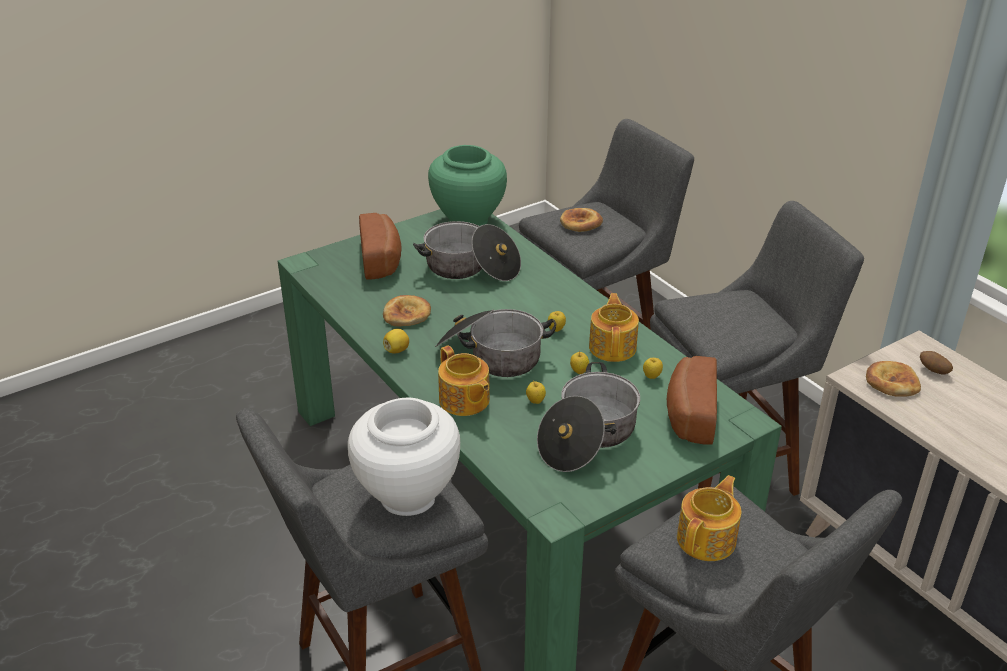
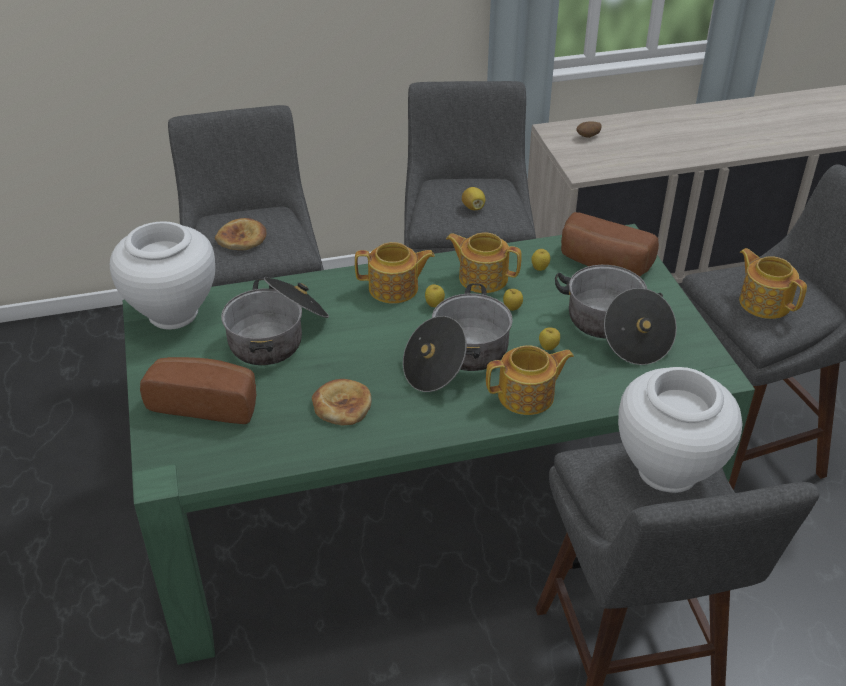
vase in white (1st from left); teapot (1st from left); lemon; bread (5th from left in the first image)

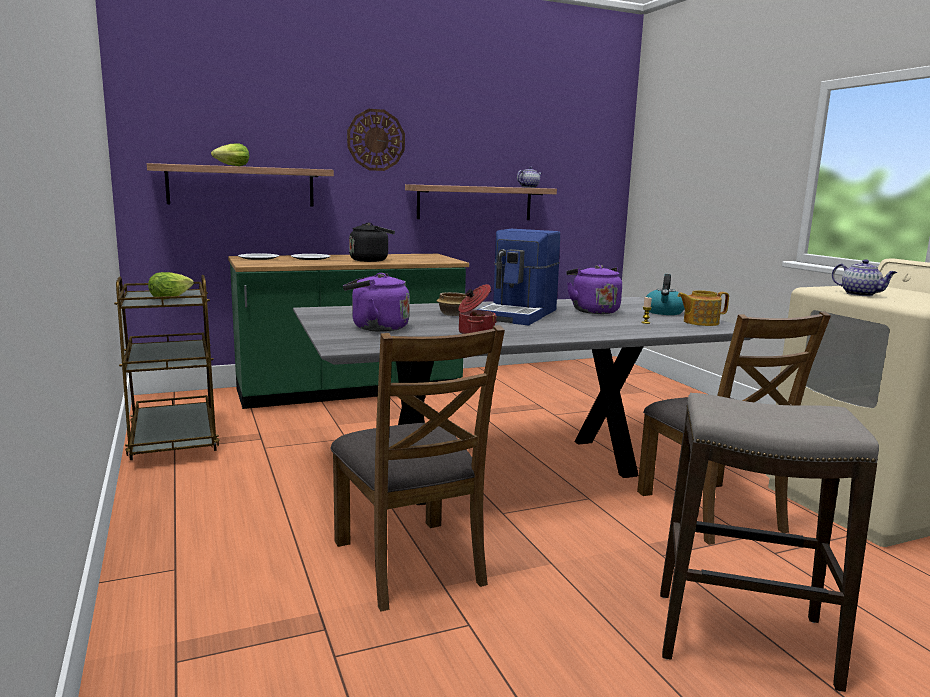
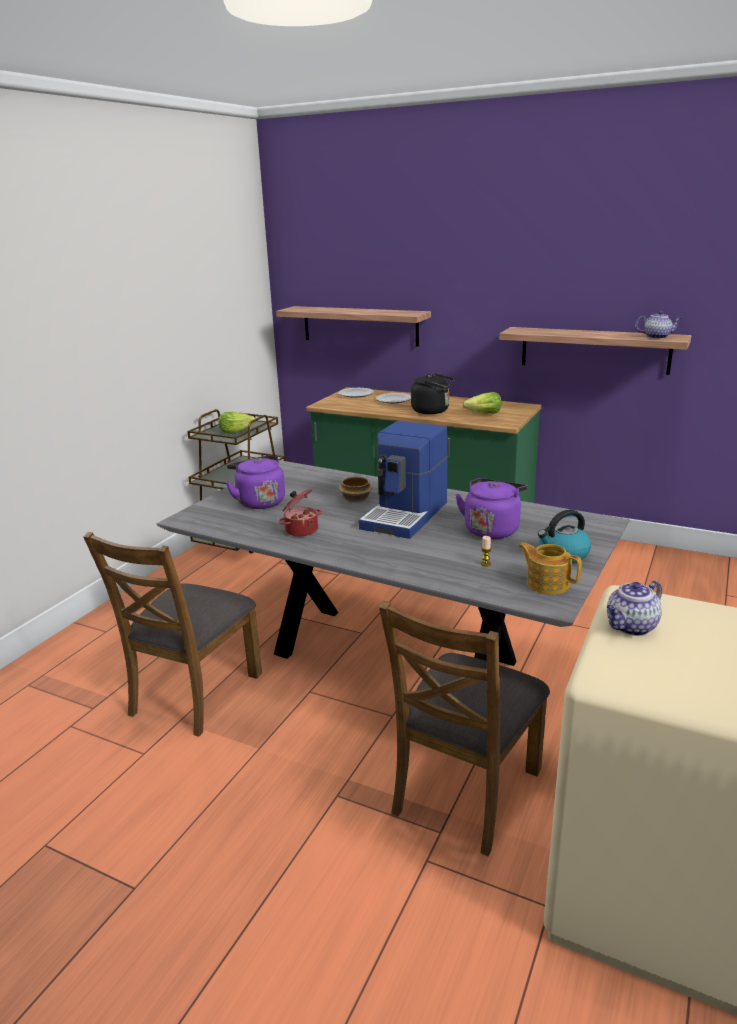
coffee machine; lettuce (2nd from left); teapot (2nd from left); wall clock; stool

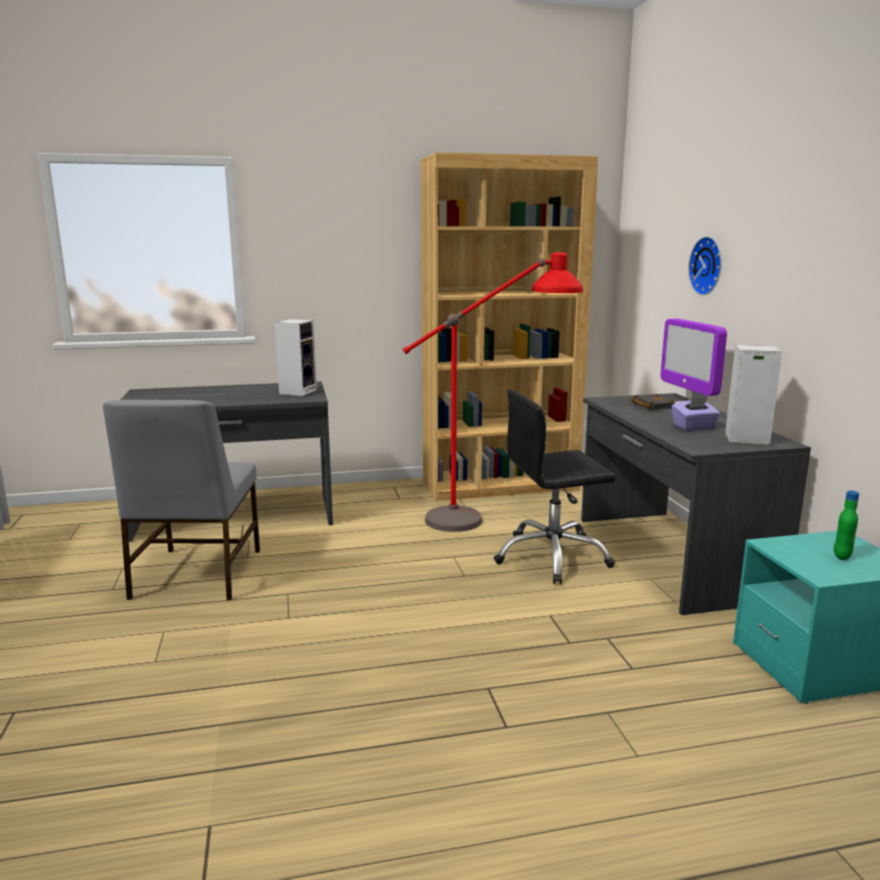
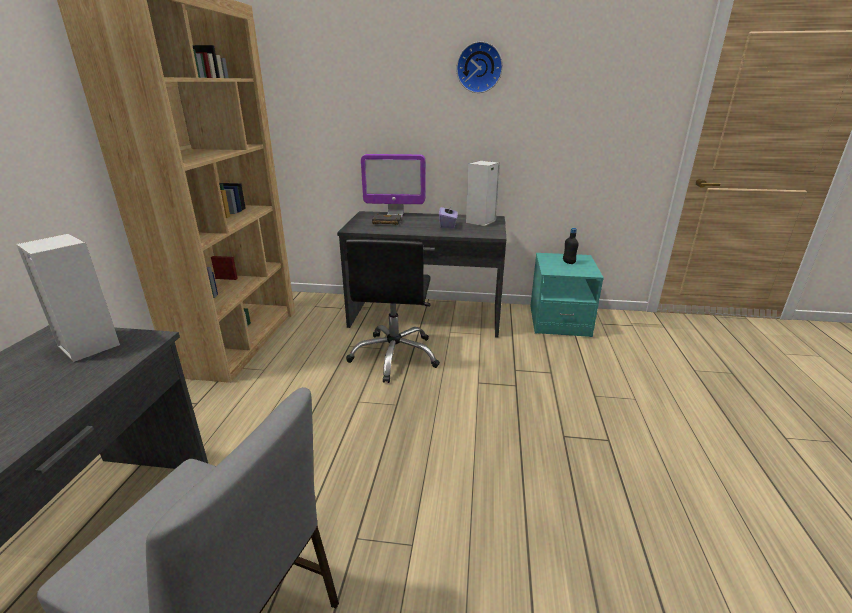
wall clock; bottle in black; floor lamp in red

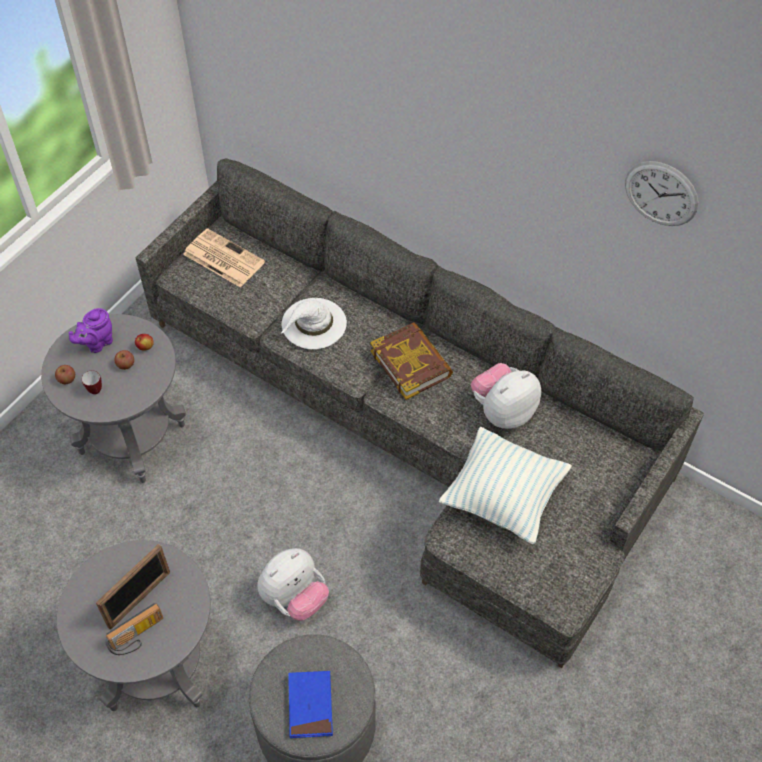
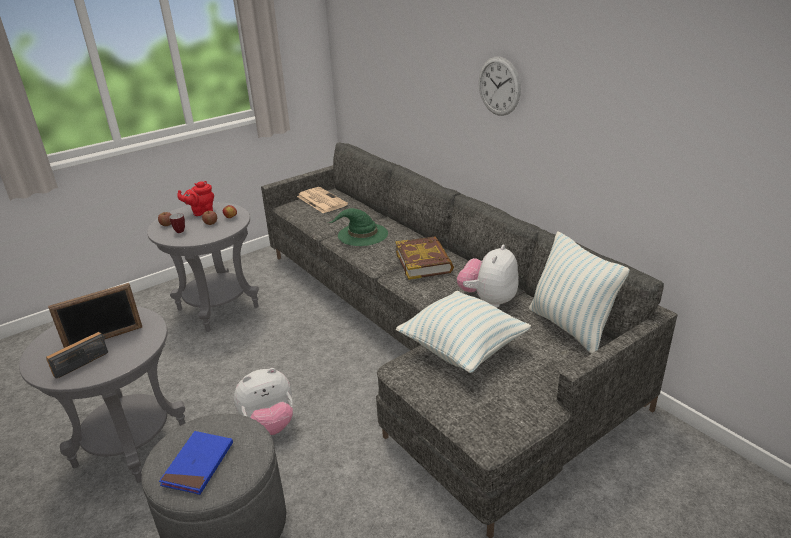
radio; teapot in red; hat in green; plush toy (2nd from left); wall clock; pillow (2nd from left)

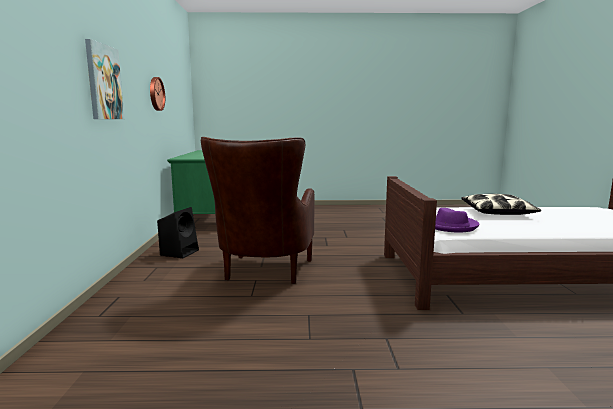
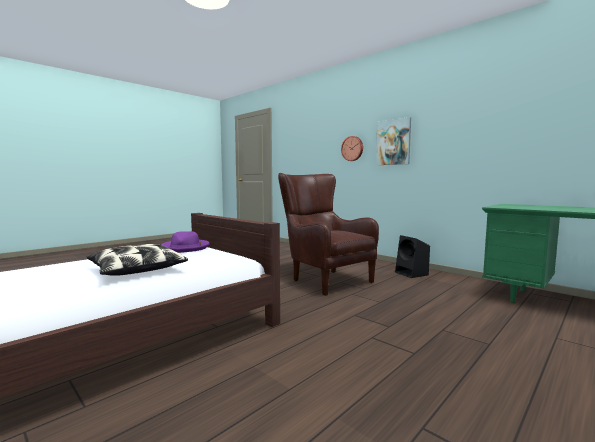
wall clock

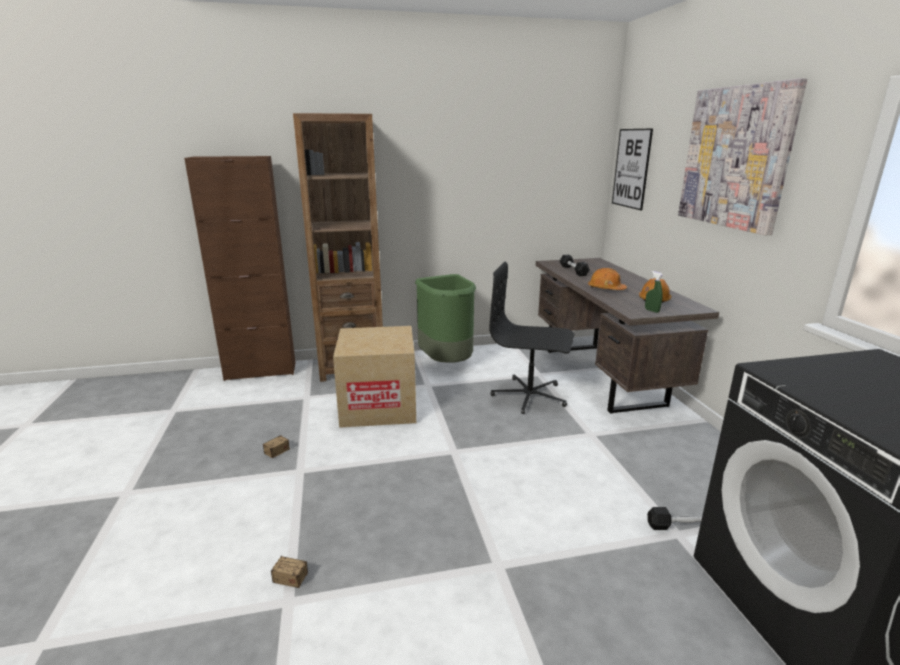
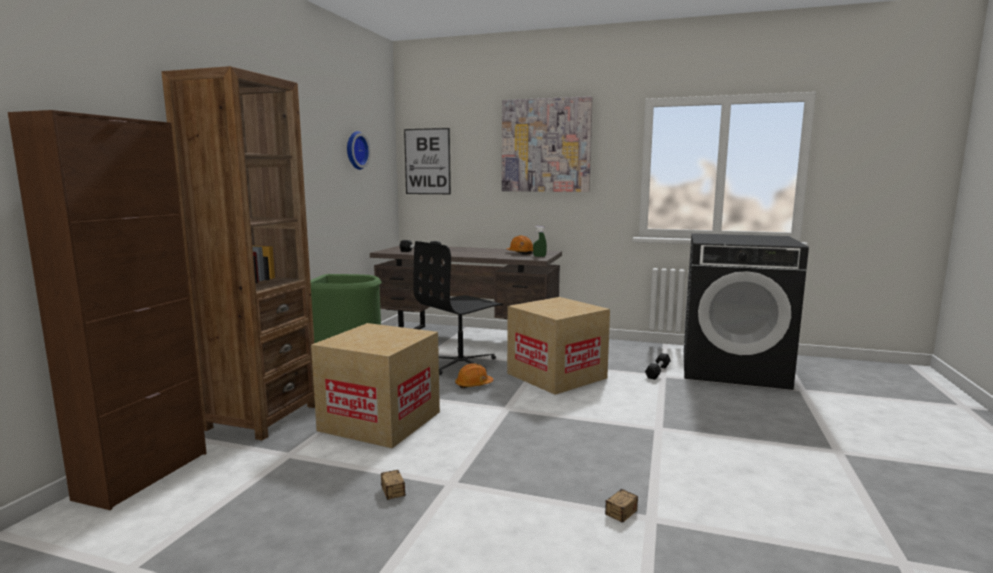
wall clock; hard hat in orange (1st from left); cardboard box (2nd from left)

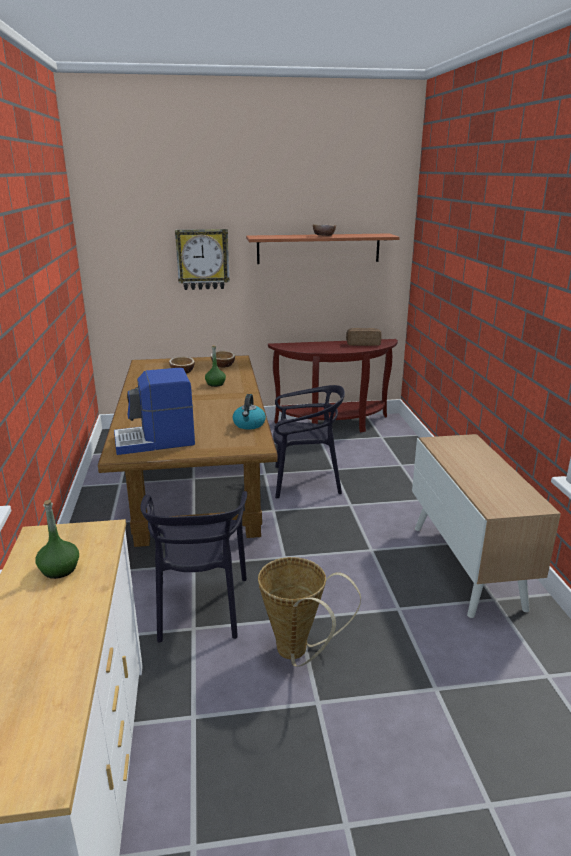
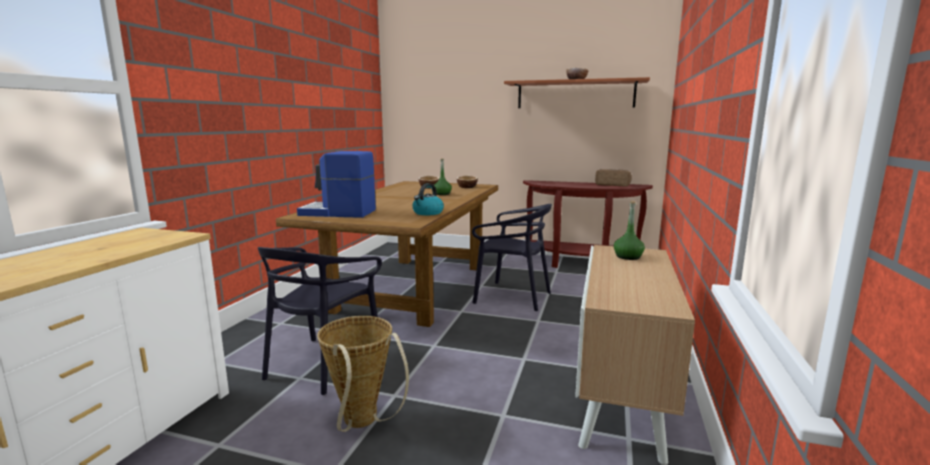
bottle in green (2nd from left); wall clock

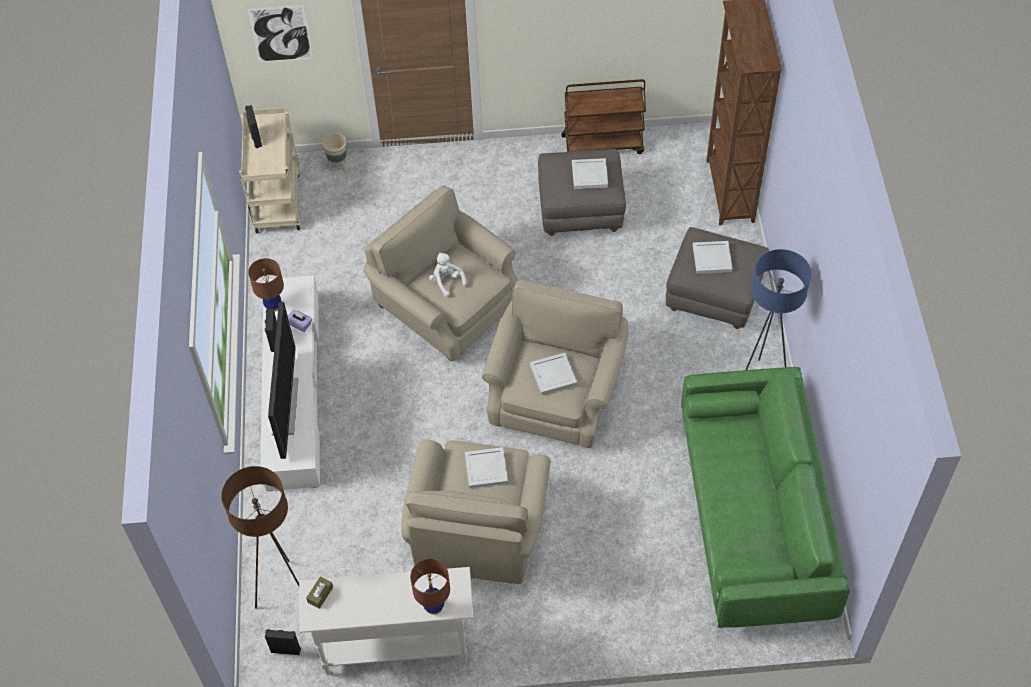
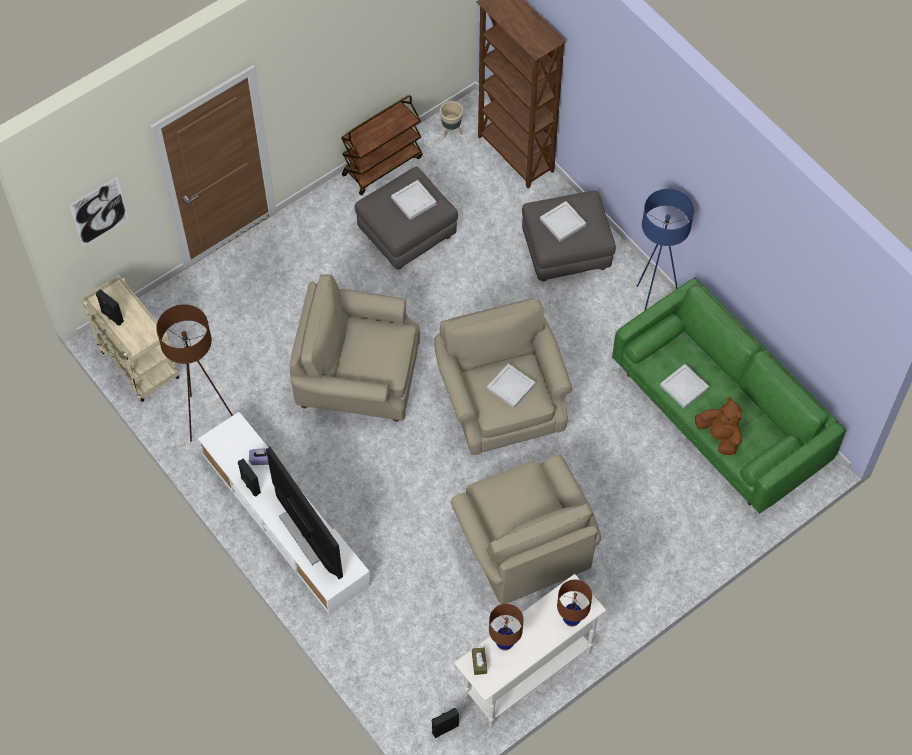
floor lamp in brown; planter in beige; table lamp in brown (1st from left); tray in white (4th from left); plush toy in brown; plush toy in white

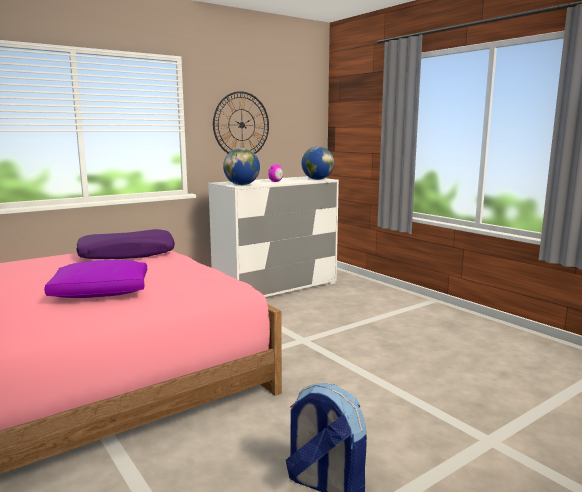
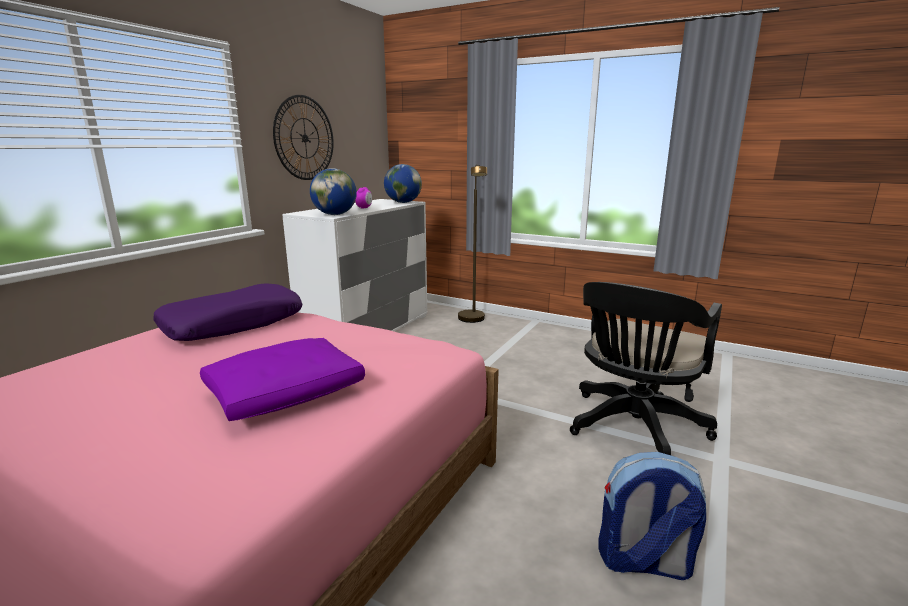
floor lamp in brown; office chair in black

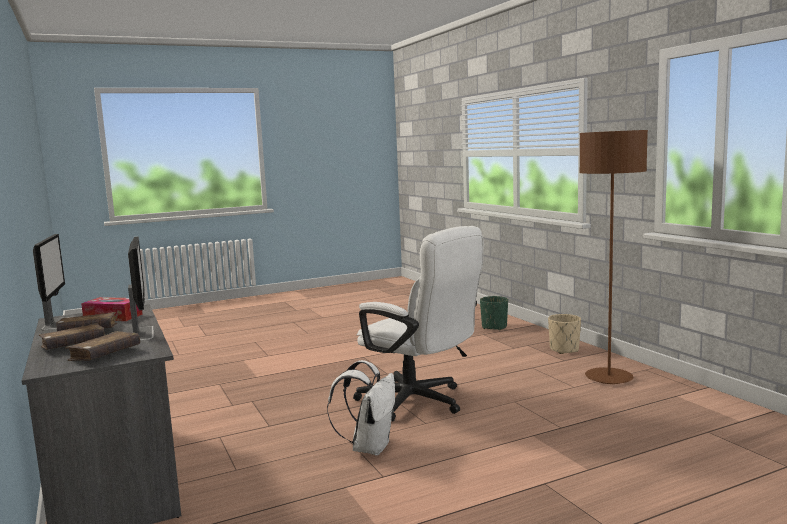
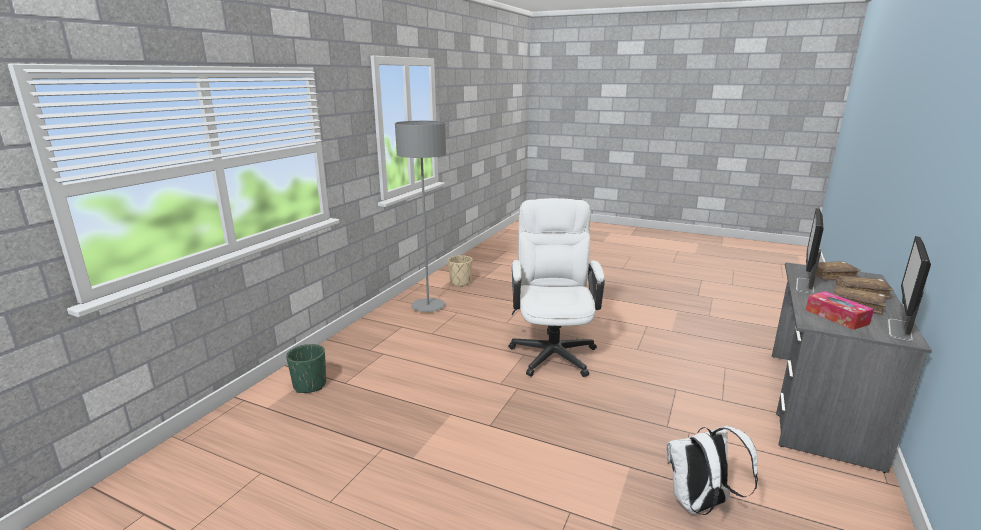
floor lamp in grey; planter in beige; backpack in white

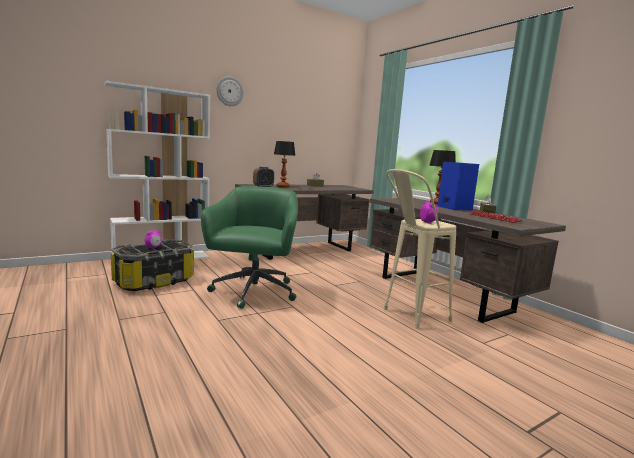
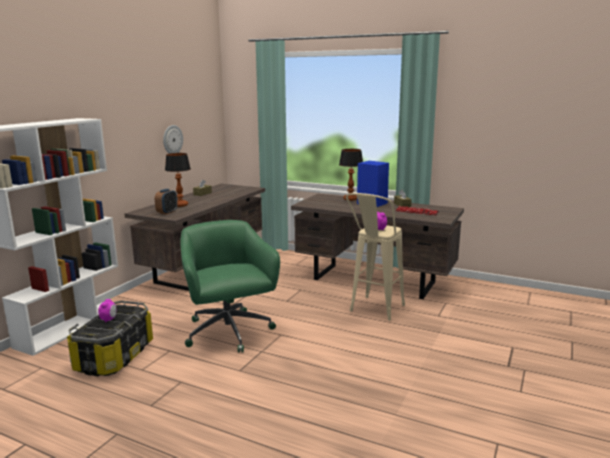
wall clock

